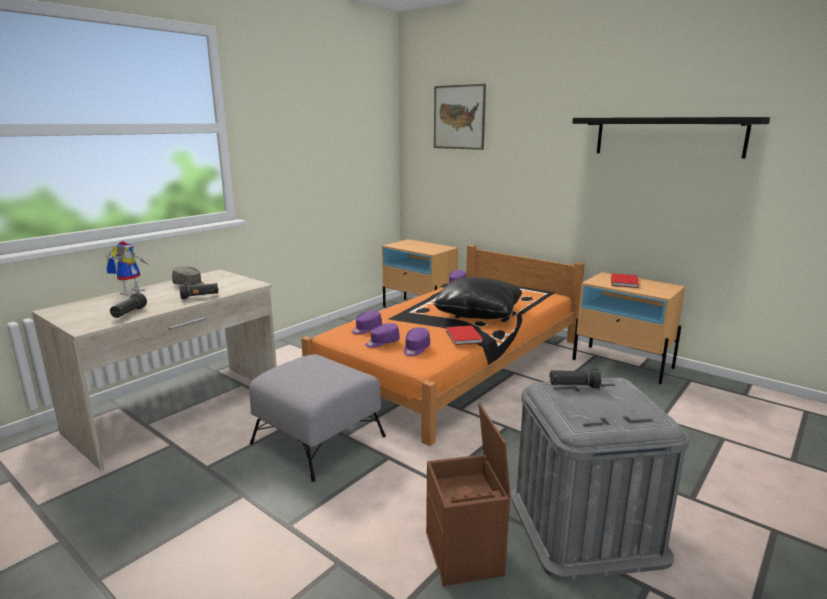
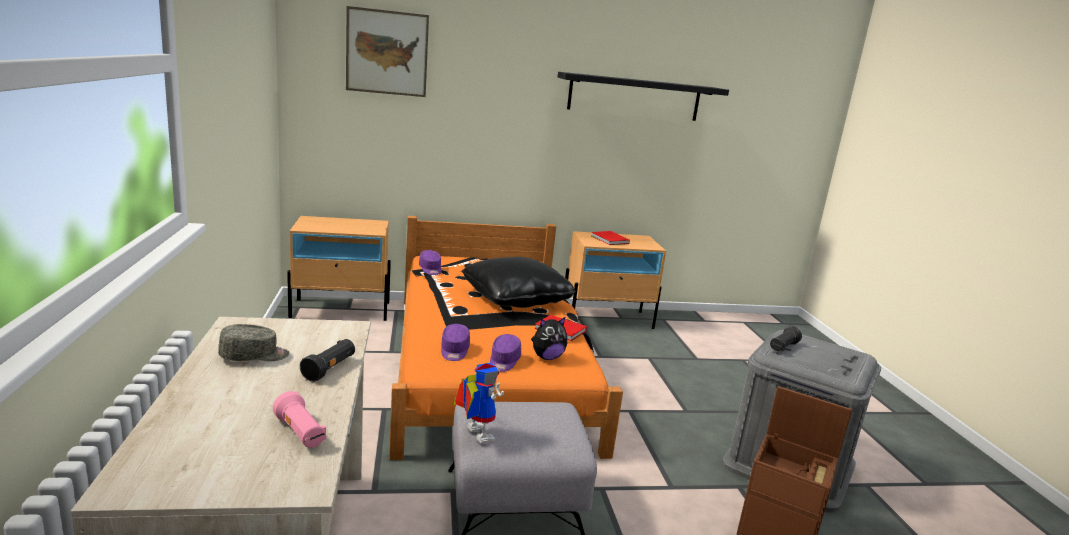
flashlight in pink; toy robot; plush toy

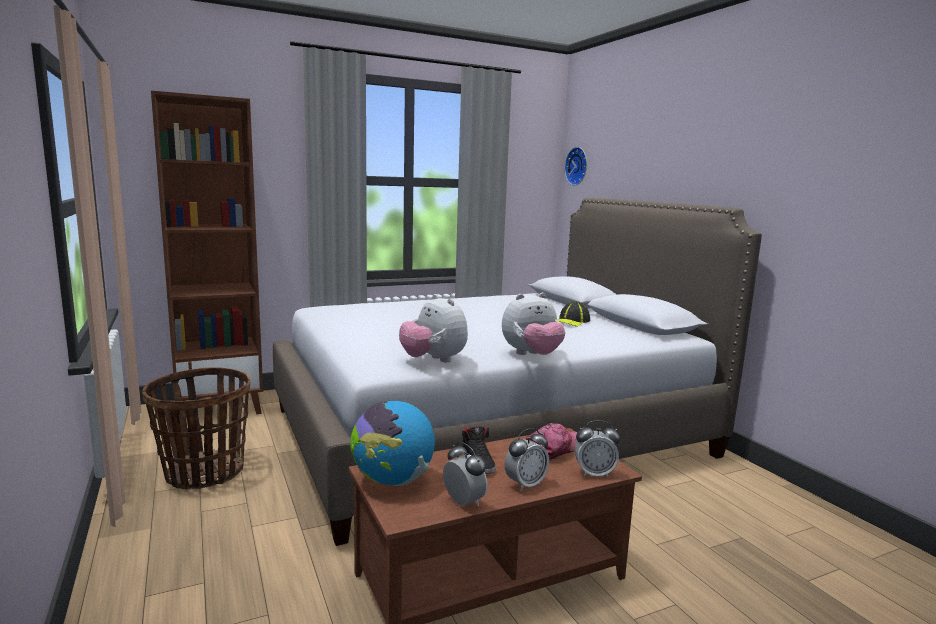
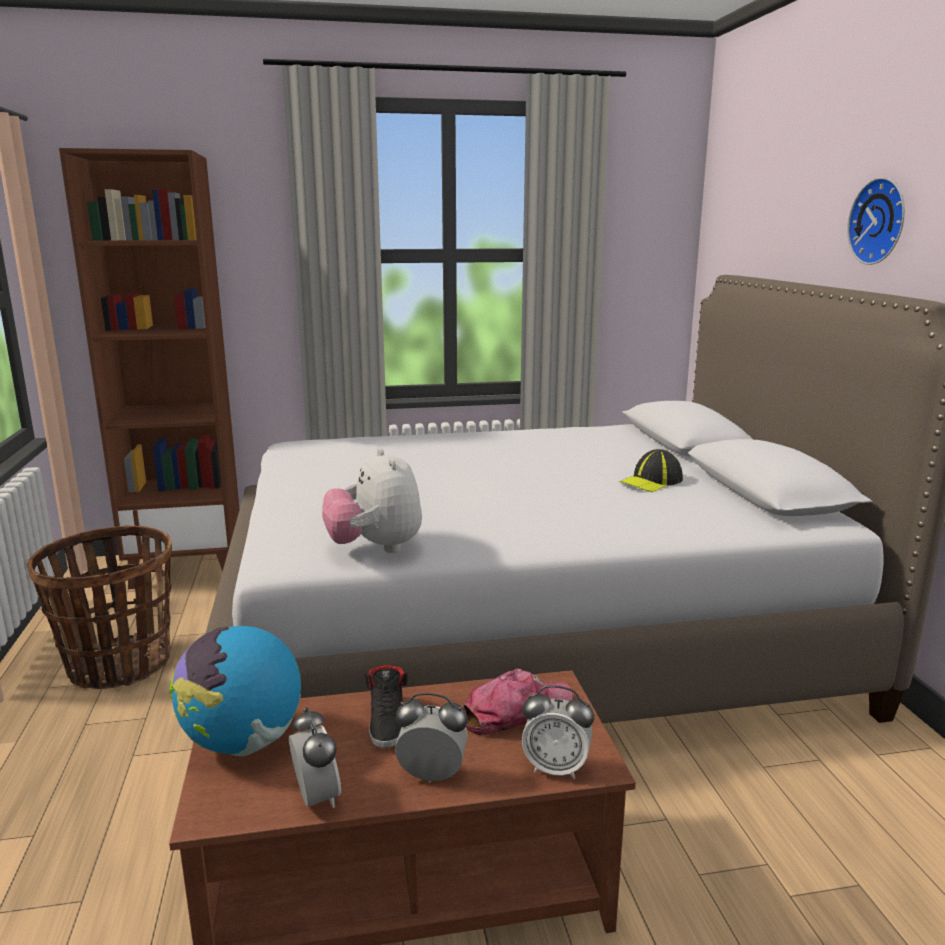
alarm clock (2nd from left); wall clock; plush toy (2nd from left in the first image)

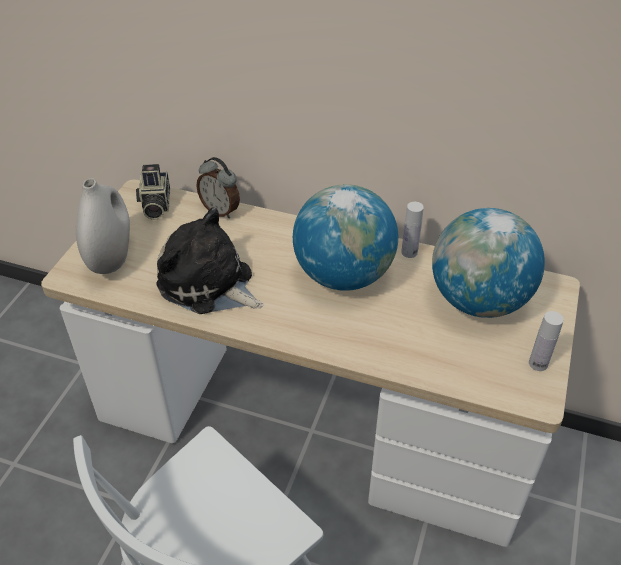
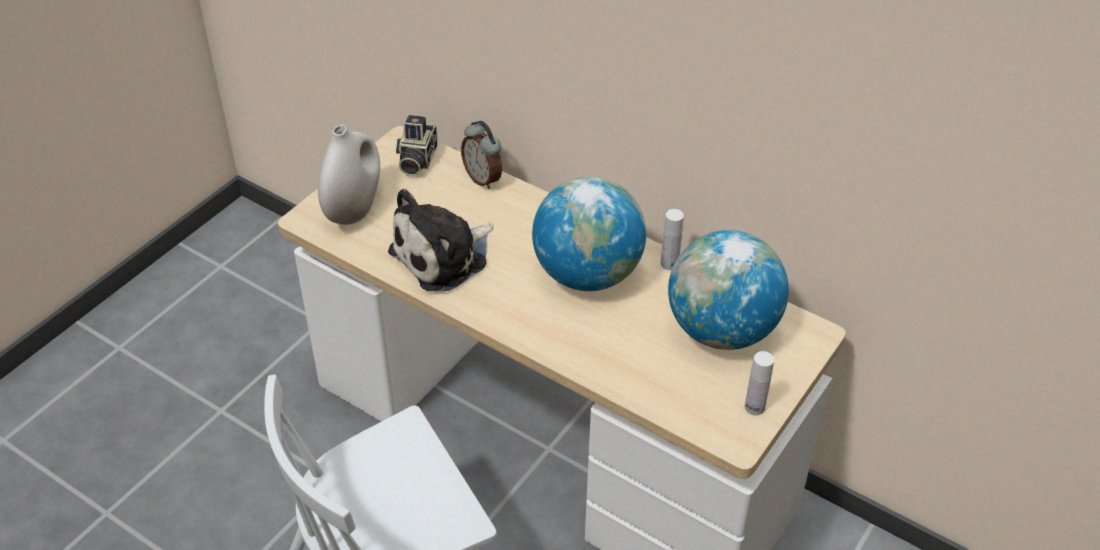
plush toy

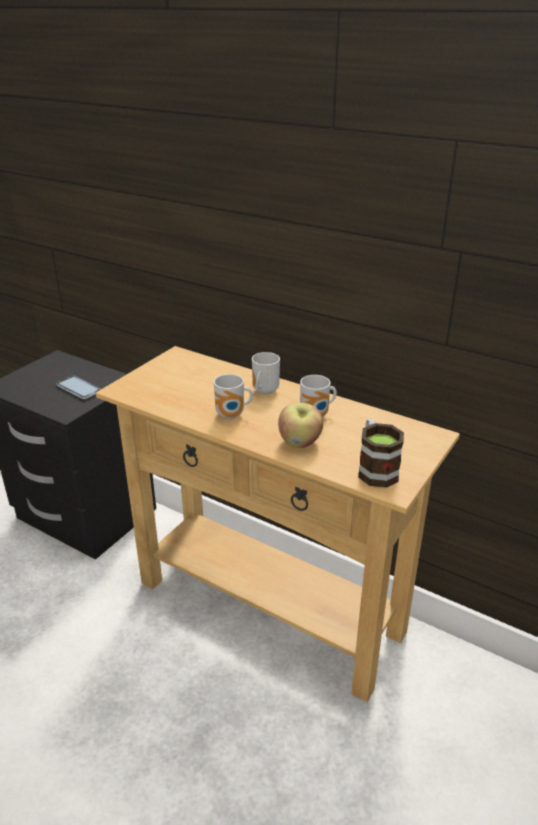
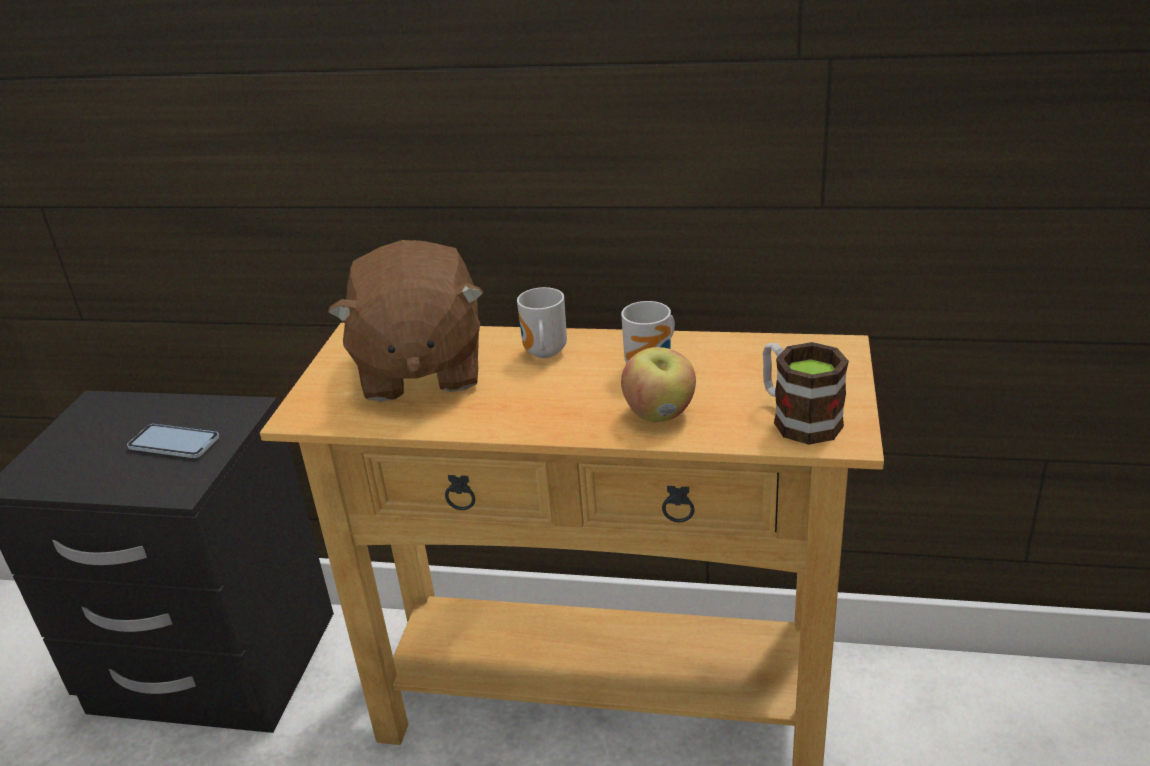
plush toy in brown; mug (1st from left in the first image)

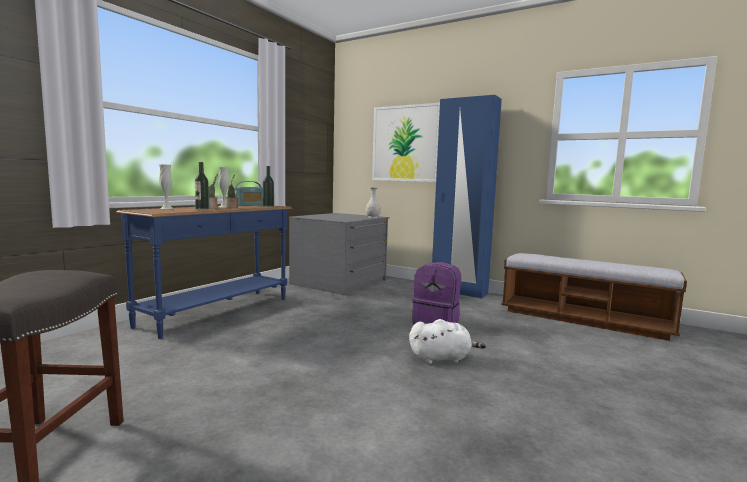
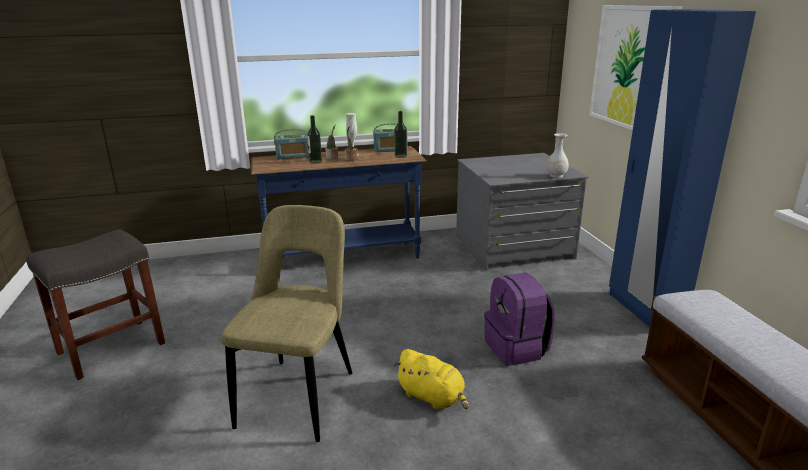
chair in beige; radio (1st from left); plush toy in yellow

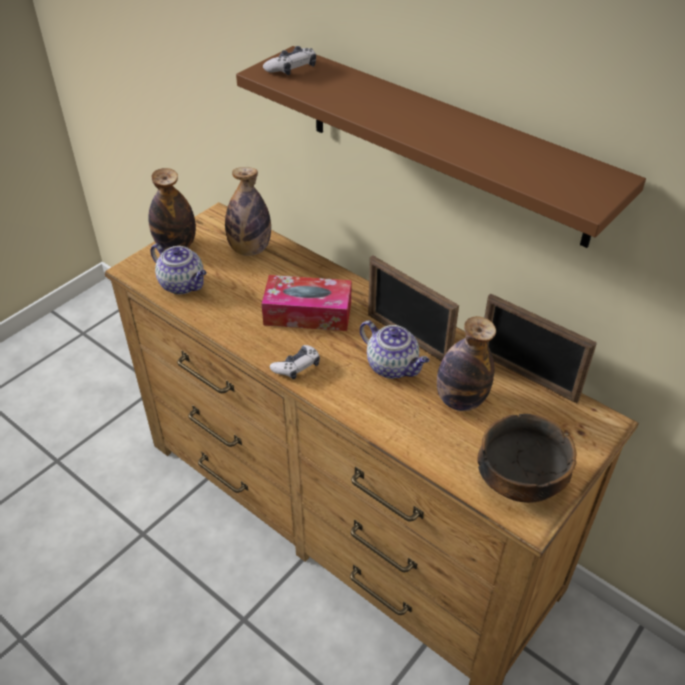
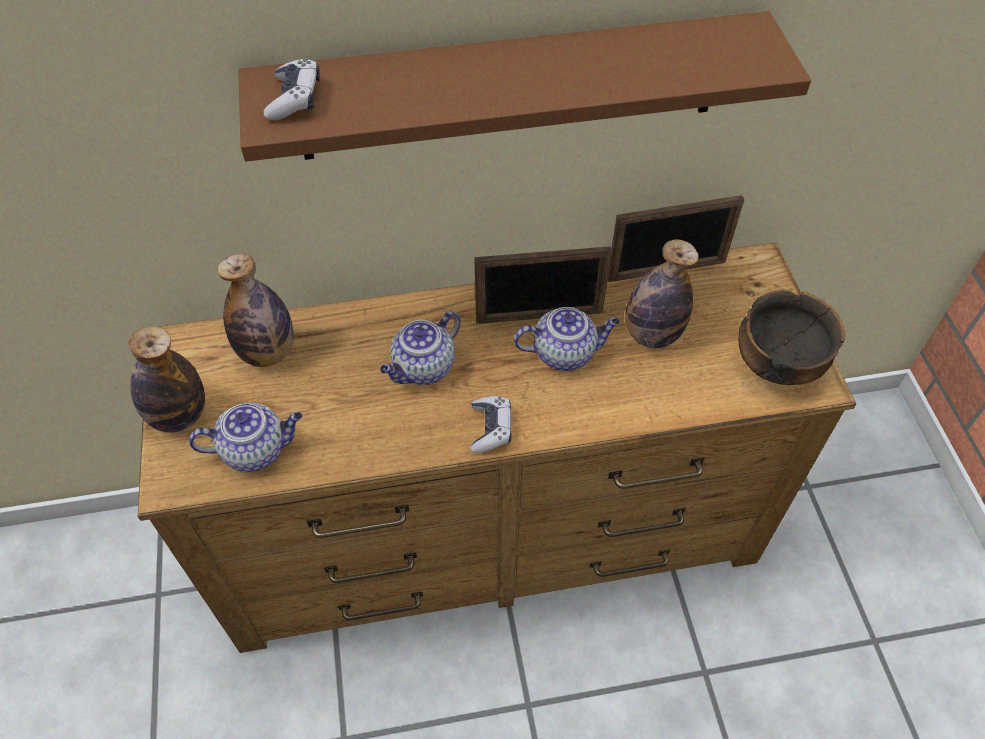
teapot (2nd from left)

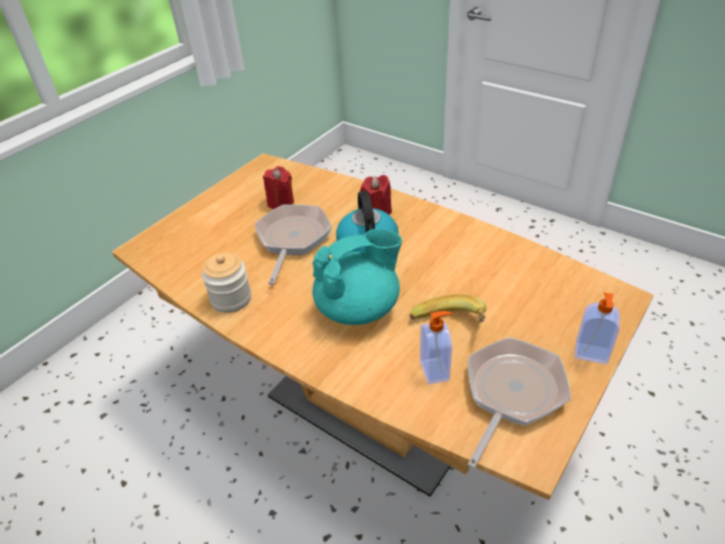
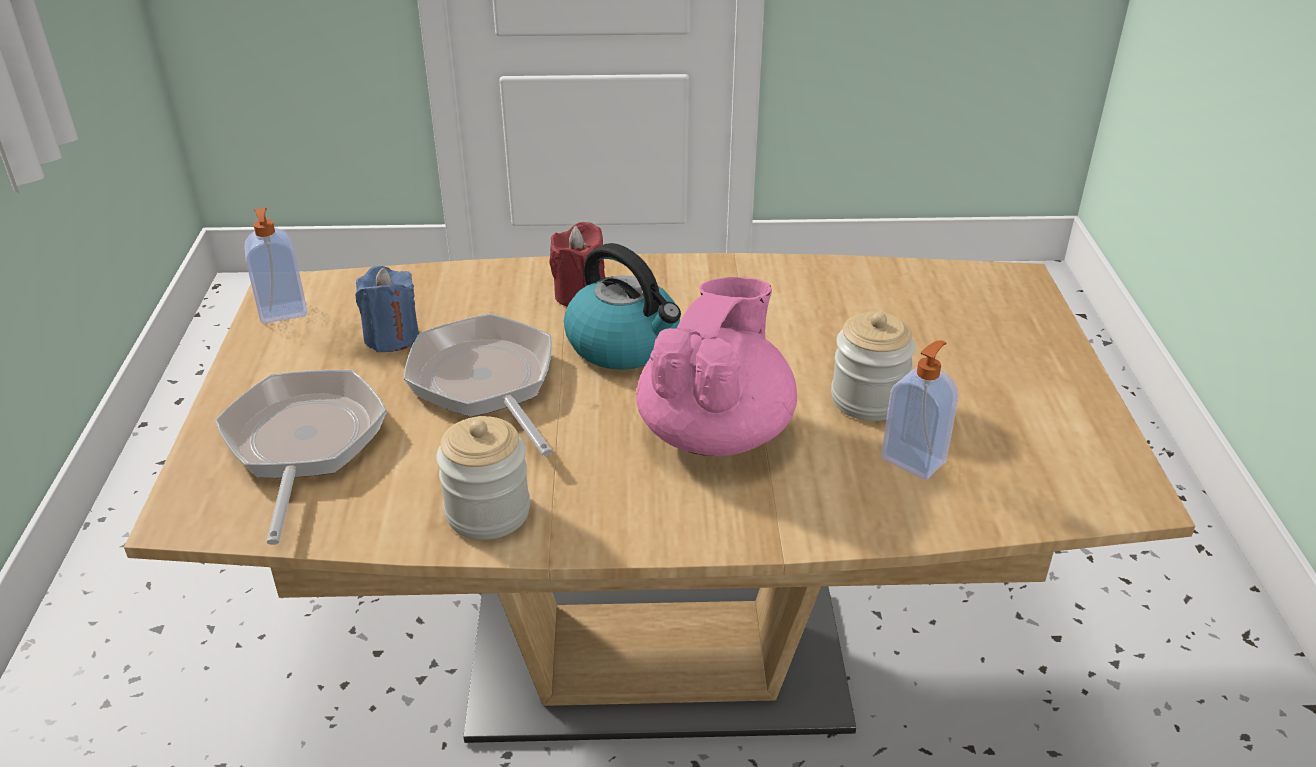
frying pan (1st from left); soap dispenser (1st from left); candle in blue; teapot in pink; jar (2nd from left)

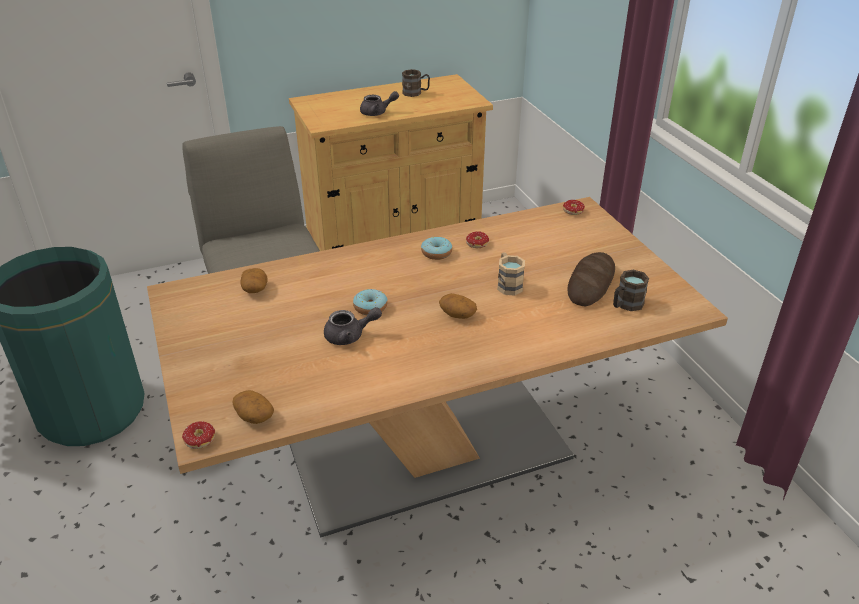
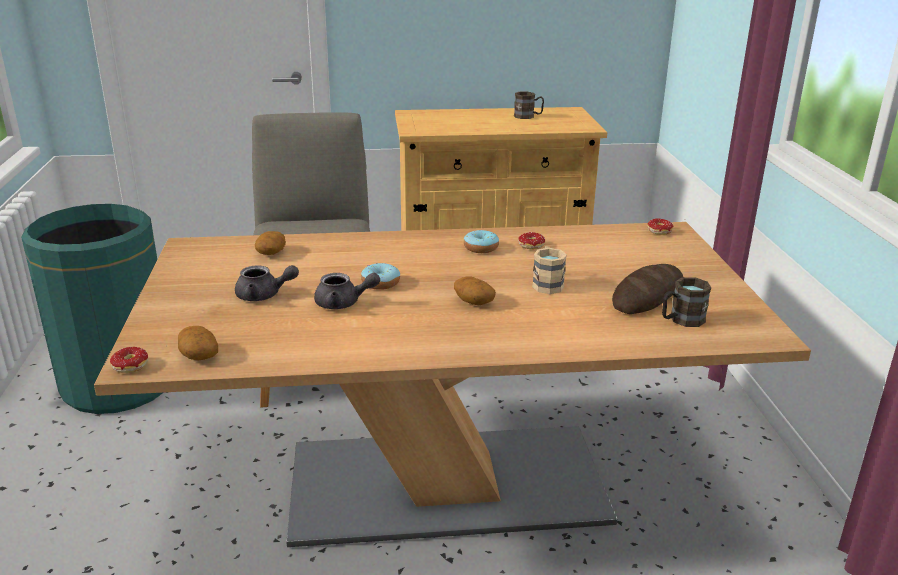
teapot in grey (1st from left)

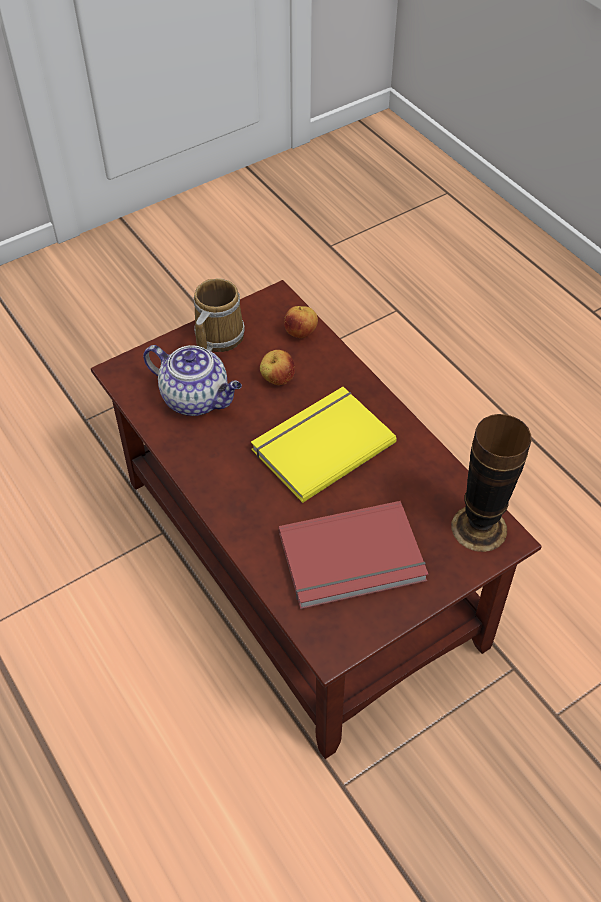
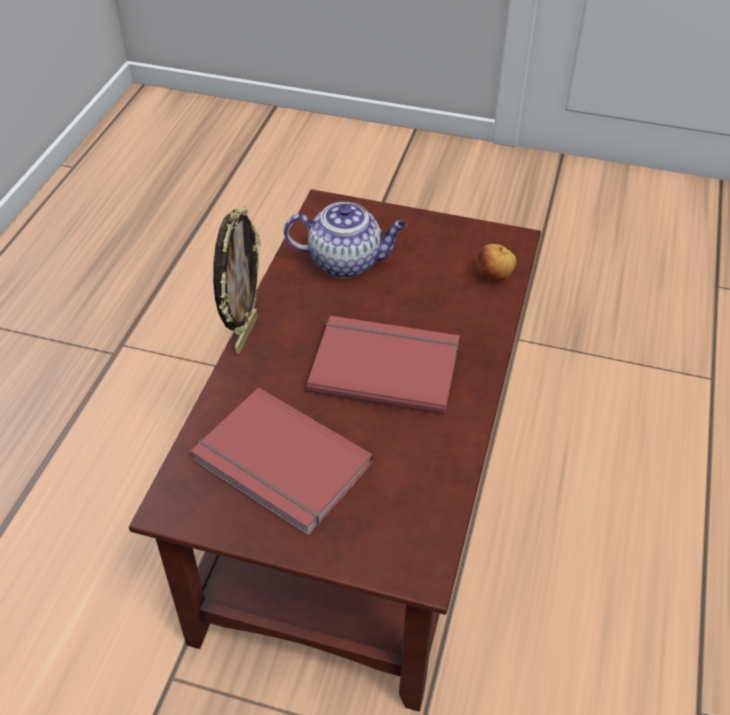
picture frame; teapot; book in red (2nd from left); mug; apple (1st from left in the first image); vase

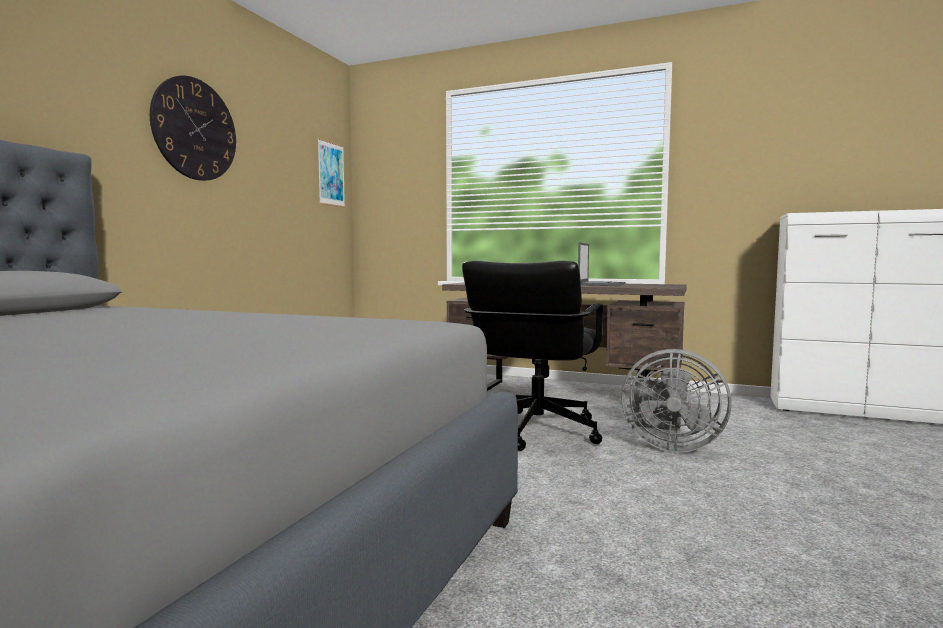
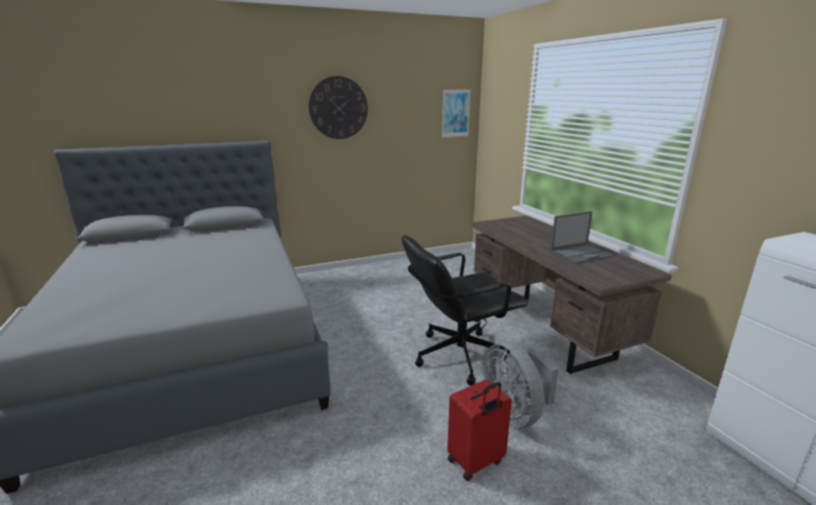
suitcase in red

